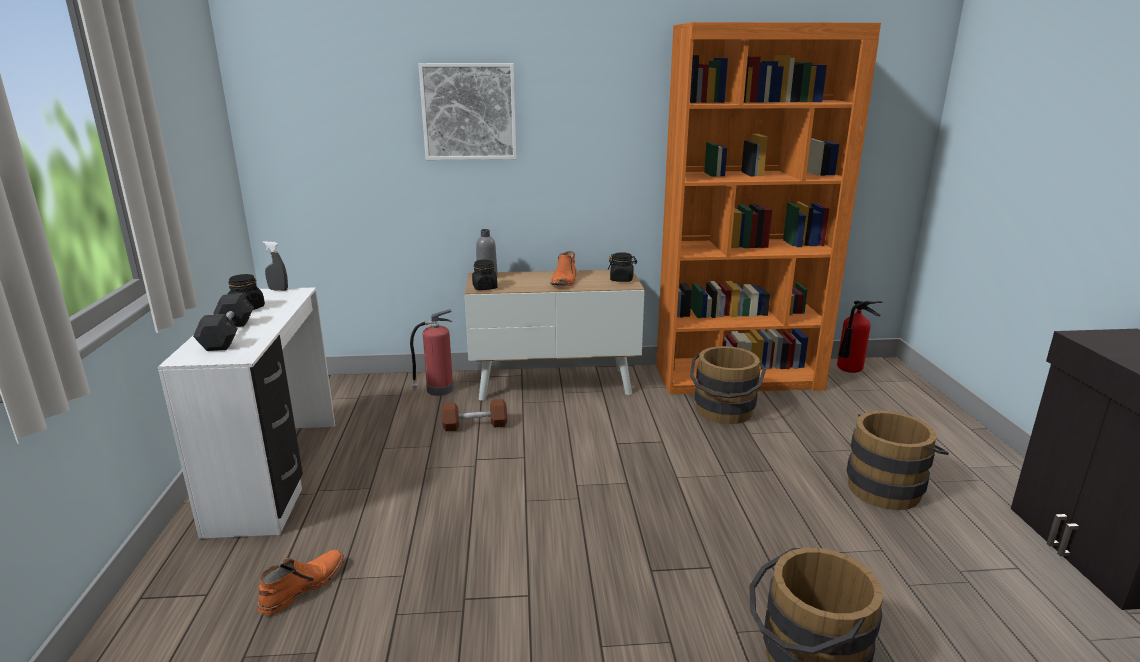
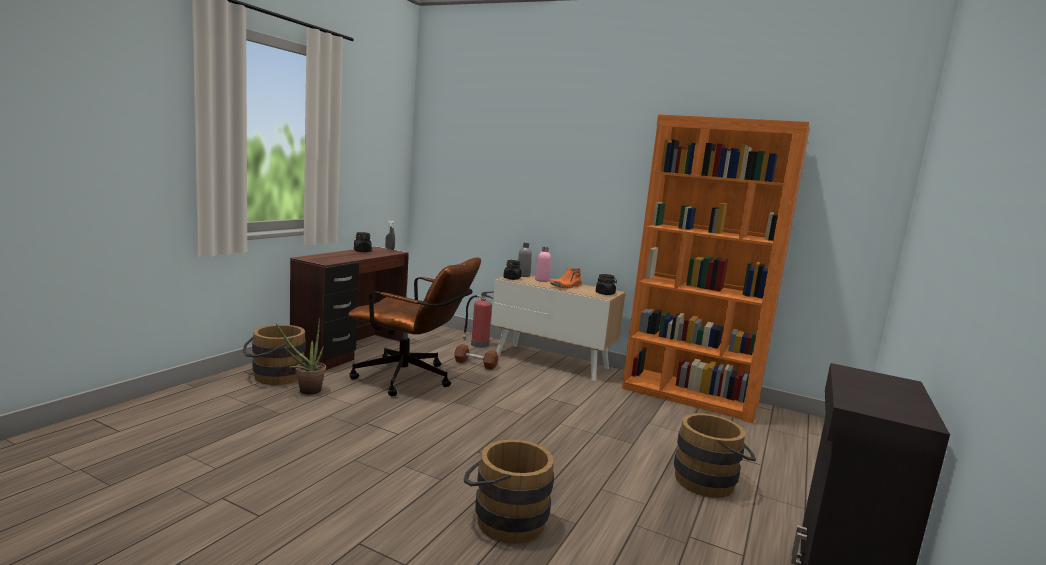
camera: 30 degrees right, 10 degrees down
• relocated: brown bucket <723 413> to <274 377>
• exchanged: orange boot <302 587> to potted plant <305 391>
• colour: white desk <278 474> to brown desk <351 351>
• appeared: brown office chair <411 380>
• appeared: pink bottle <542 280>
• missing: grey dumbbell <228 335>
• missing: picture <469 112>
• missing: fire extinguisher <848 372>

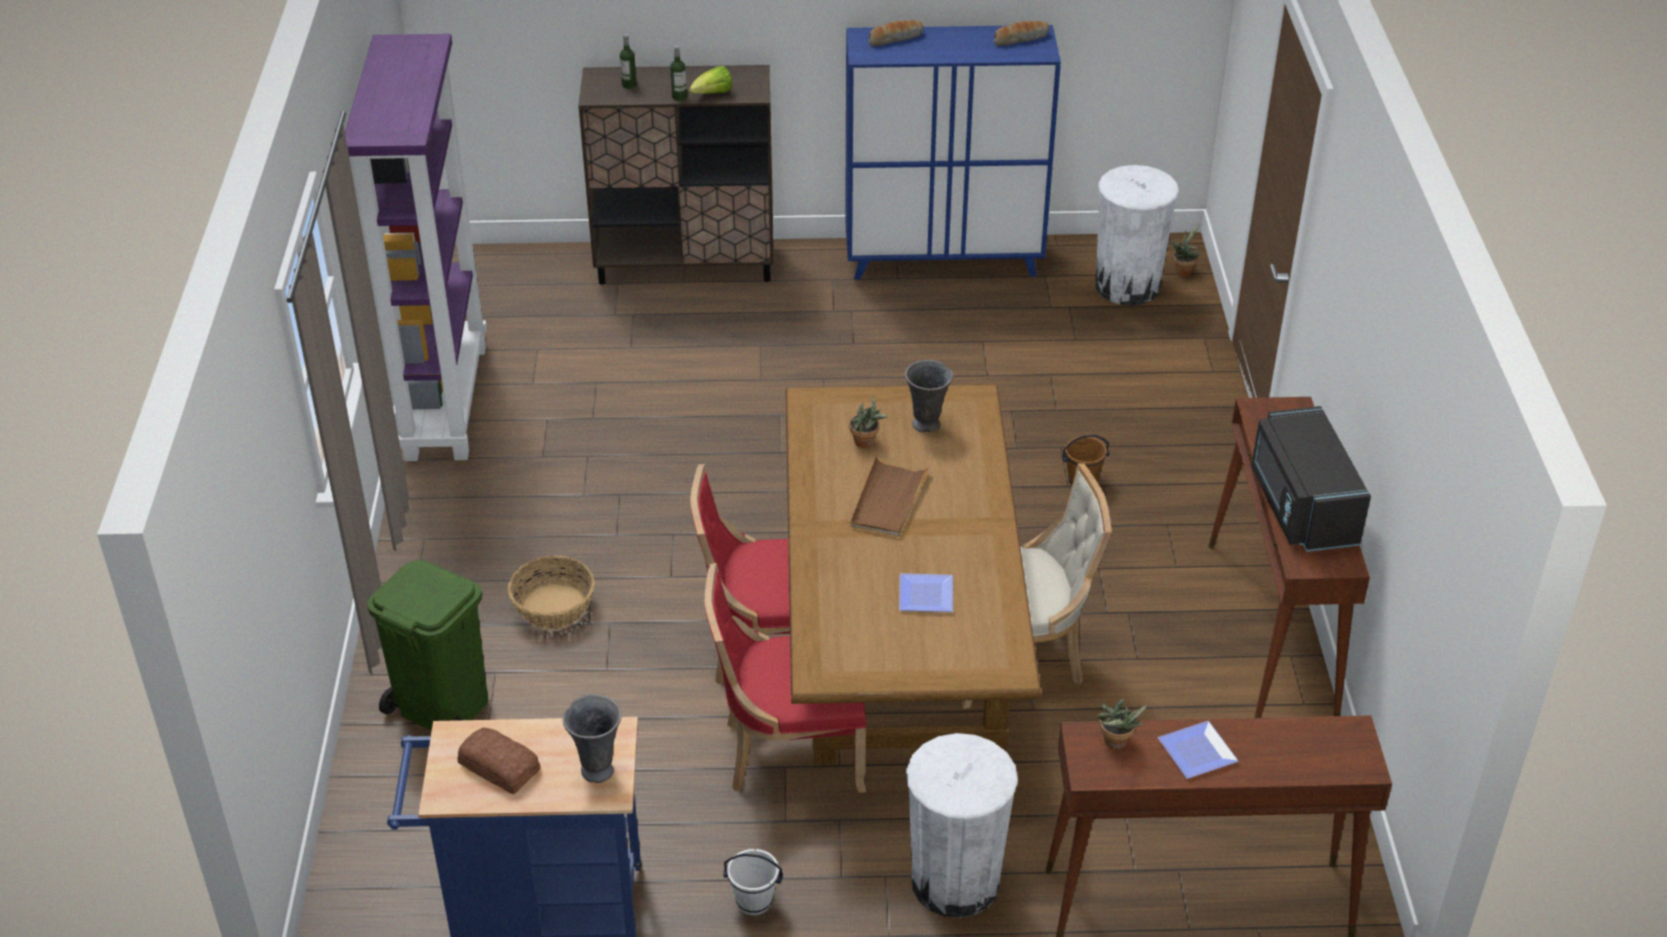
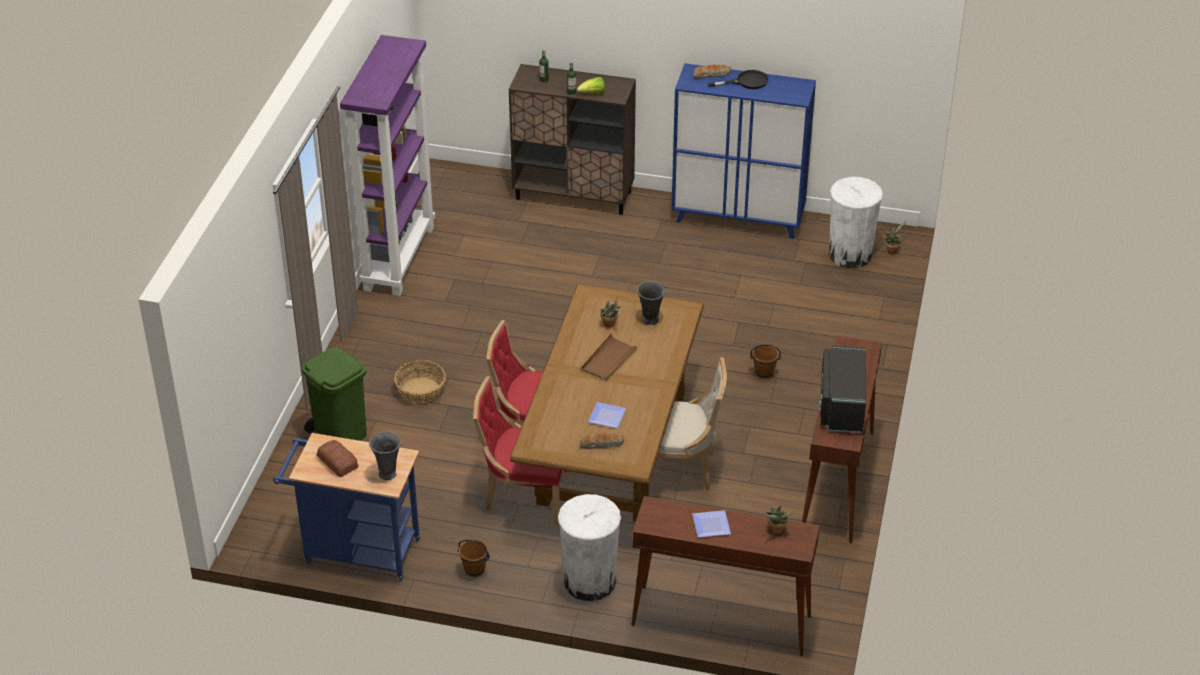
camera: 15 degrees right, 0 degrees up
• colour: white bucket <754 902> to brown bucket <474 570>
• relocated: bread <1020 39> to <601 444>
• appeared: black frying pan <746 82>
• relocated: potted plant <1116 744> to <776 531>

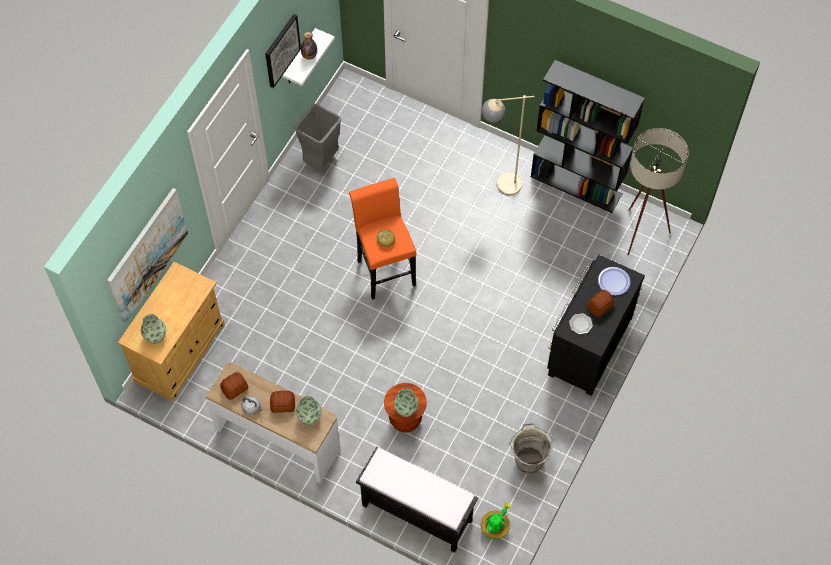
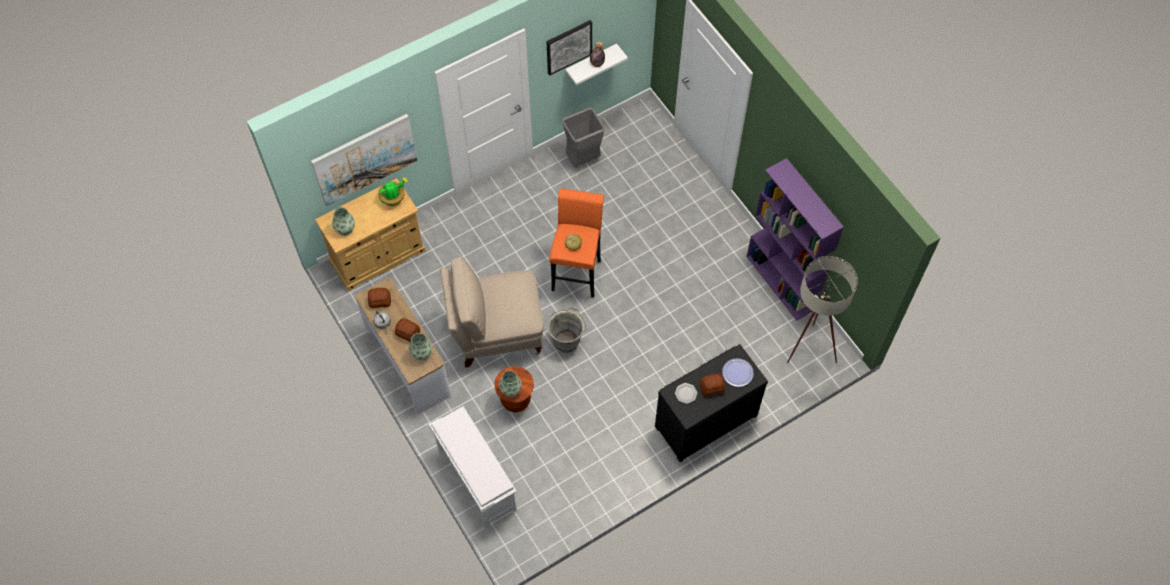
camera: 30 degrees right, 0 degrees up
• relocated: potted plant <495 528> to <394 199>
• colour: black bench <415 513> to white bench <476 479>
• appeared: beige chair <496 332>
• relocated: grey bucket <529 459> to <567 340>
• colour: black bookcase <577 185> to purple bookcase <781 282>
• missing: beige floor lamp <500 185>

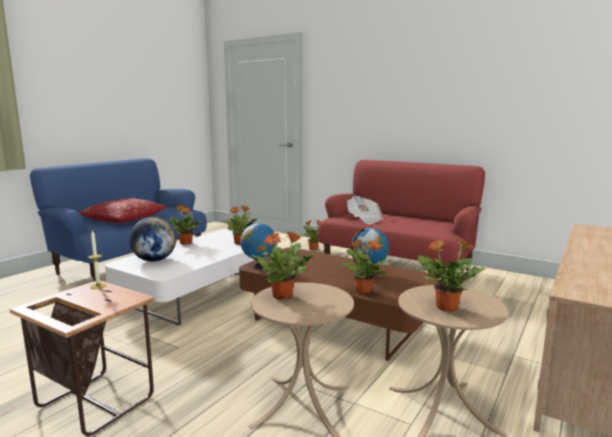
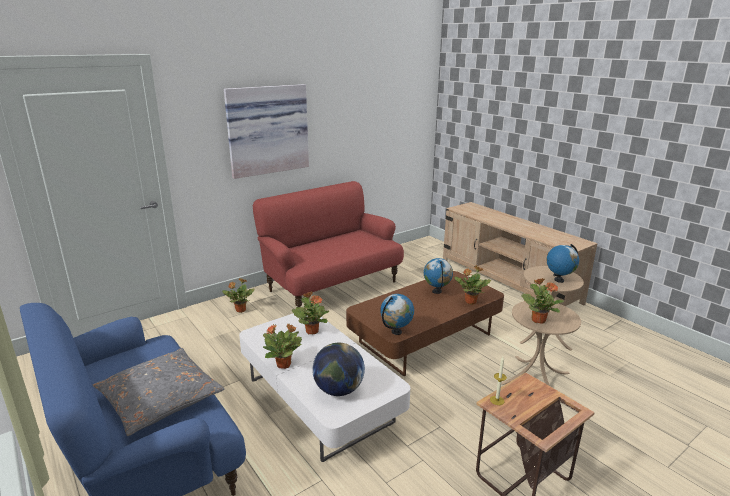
camera: 70 degrees left, 10 degrees up
• colour: red pillow <124 219> to grey pillow <160 399>
• appeared: picture <267 130>
• exchanged: potted plant <445 307> to globe <559 280>
• missing: newspaper <364 220>

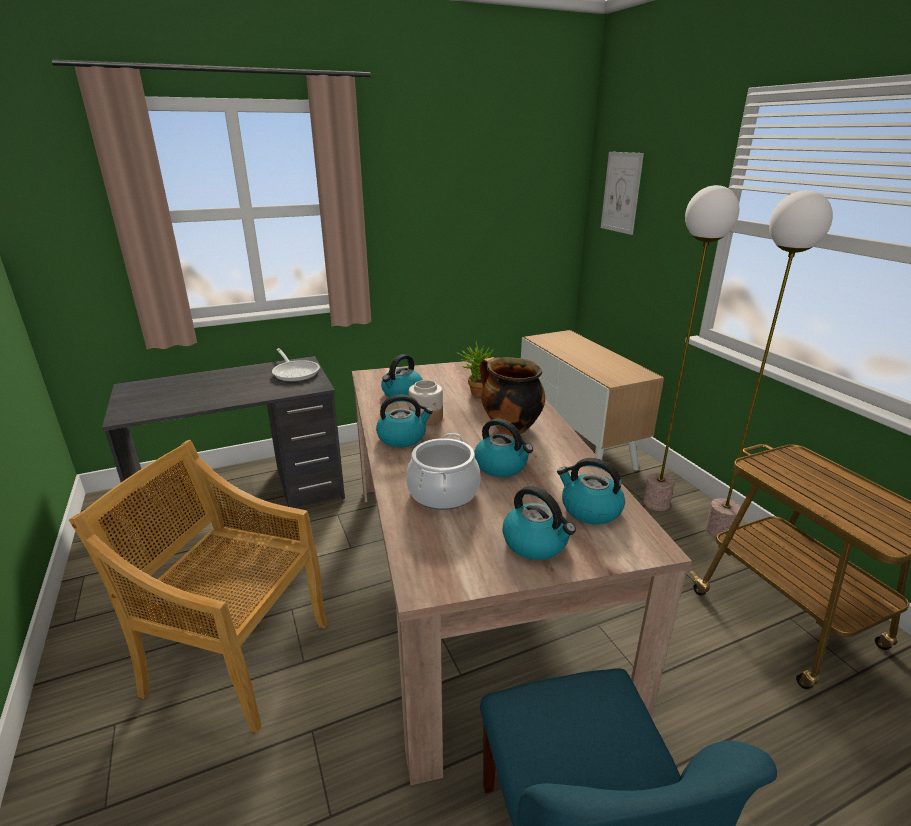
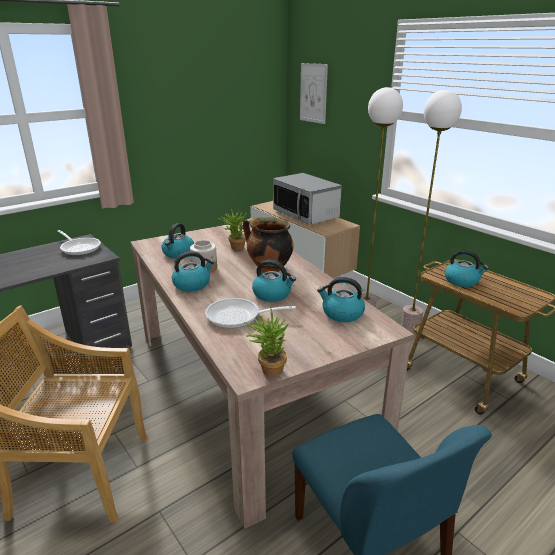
camera: 15 degrees left, 0 degrees up
• exchanged: cooking pot <443 492> to frying pan <238 317>
• appeared: potted plant <268 369>
• appeared: microwave <306 215>
• relocated: kettle <536 543> to <462 281>

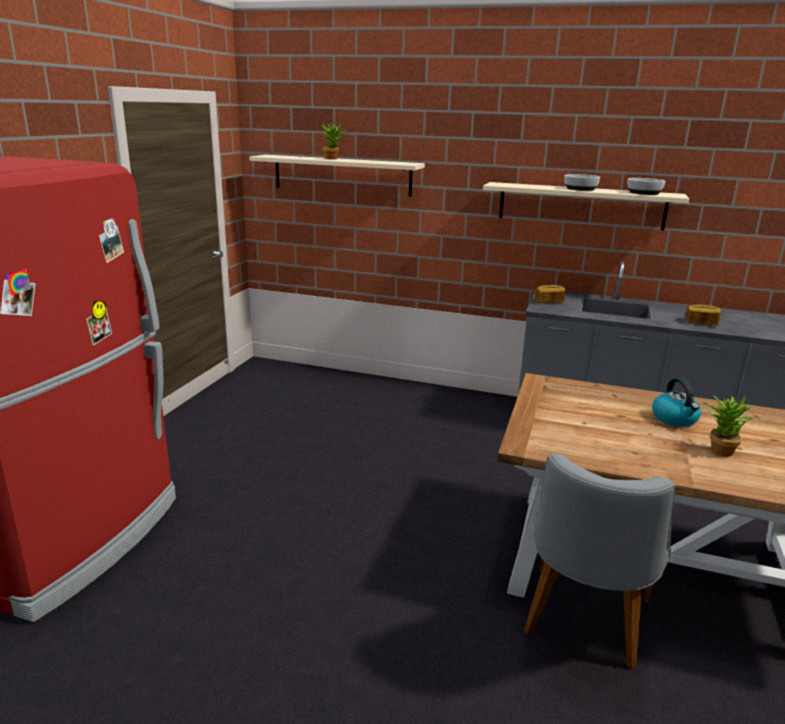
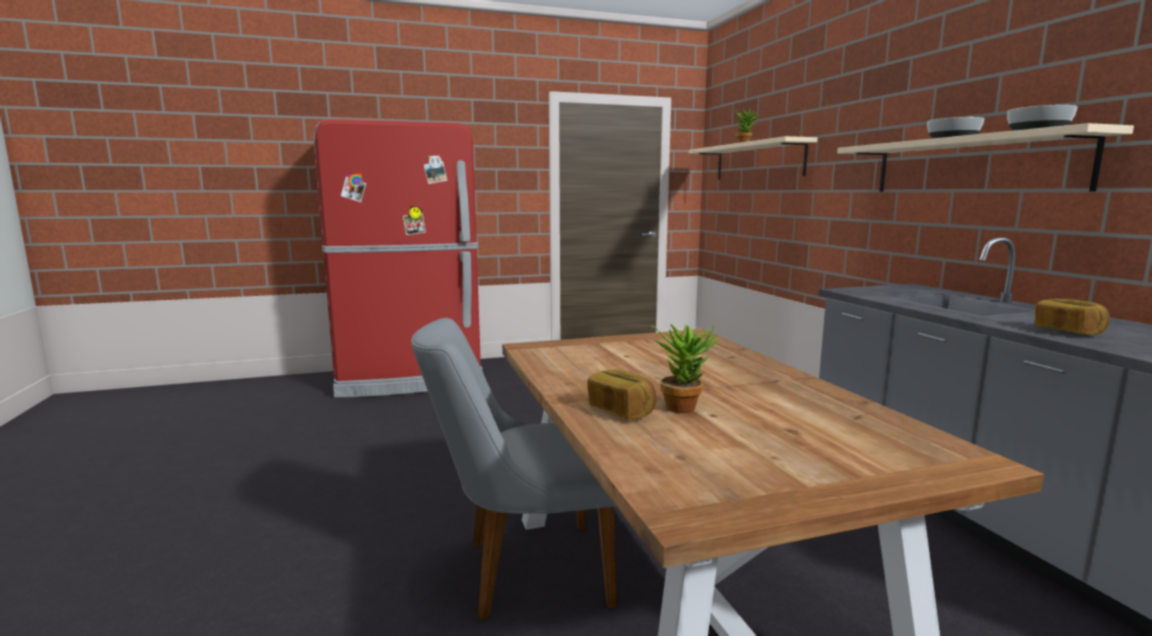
camera: 55 degrees right, 10 degrees down
• relocated: bread <549 301> to <622 411>
• missing: kettle <675 419>

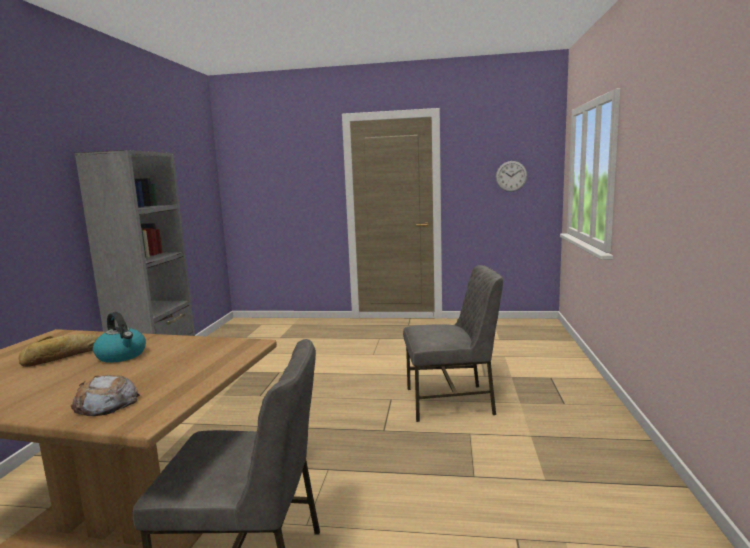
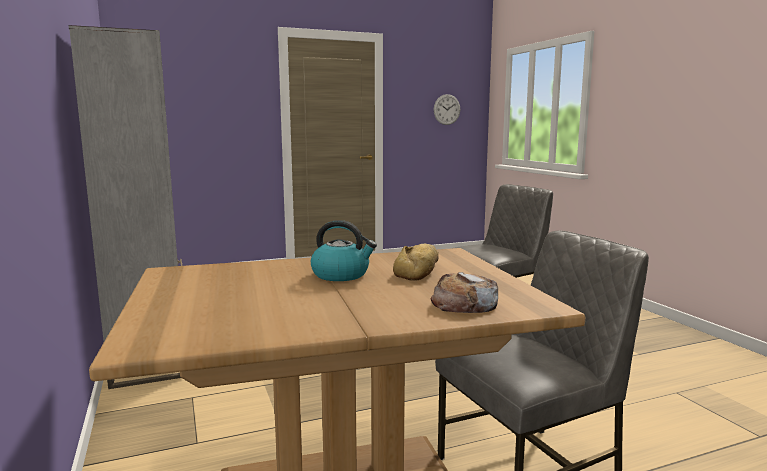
camera: 30 degrees left, 0 degrees up
• relocated: bread <63 356> to <419 270>

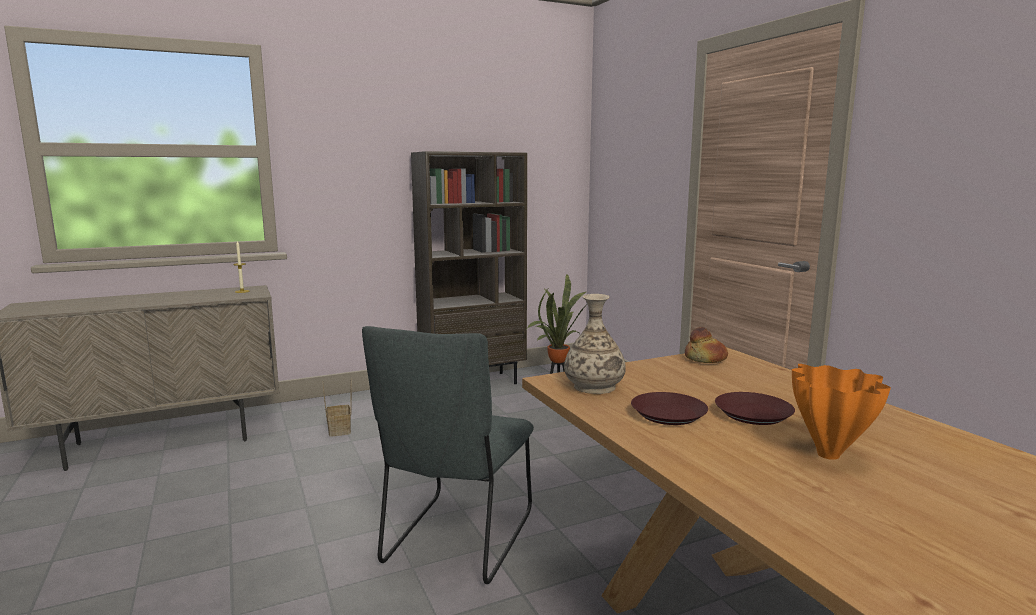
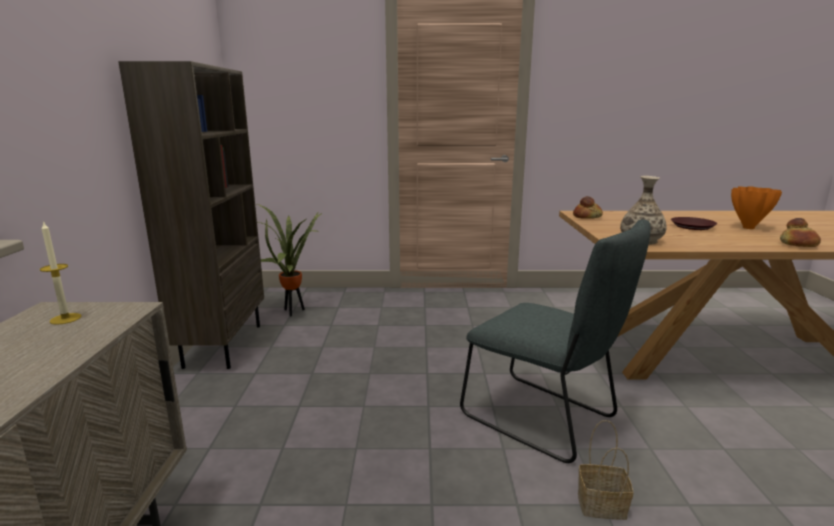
camera: 65 degrees left, 5 degrees up
• relocated: basket <340 430> to <603 504>
• appeared: bread <798 244>
• missing: brown plate <668 414>

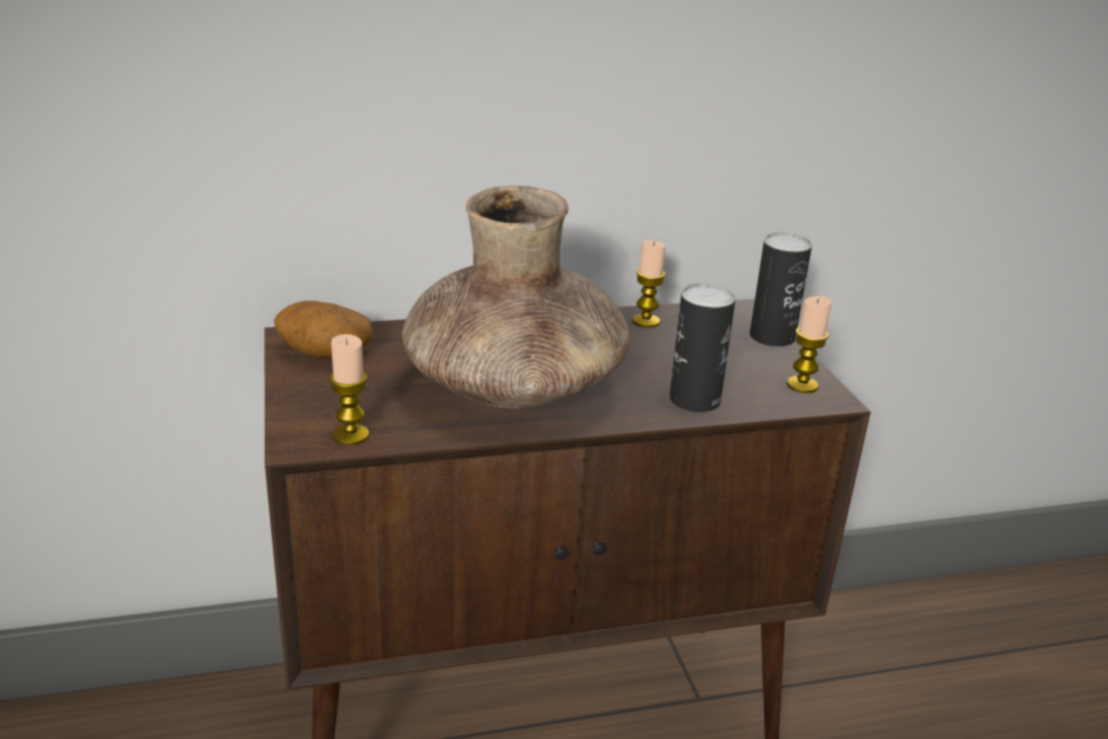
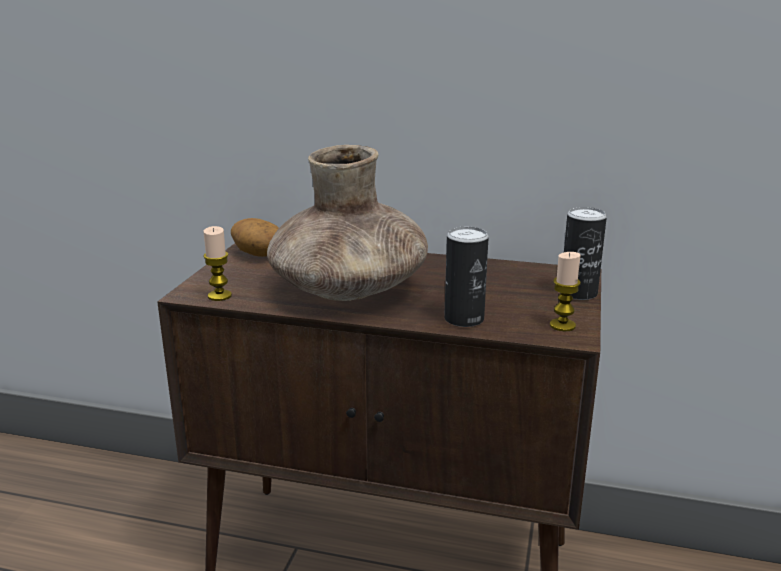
camera: 30 degrees right, 5 degrees down
• missing: candle <645 321>

